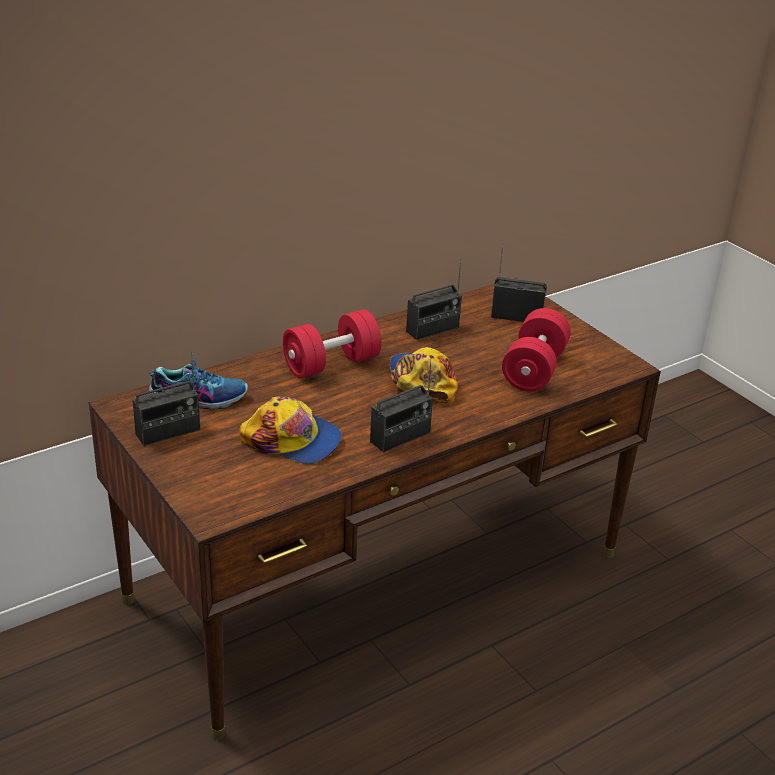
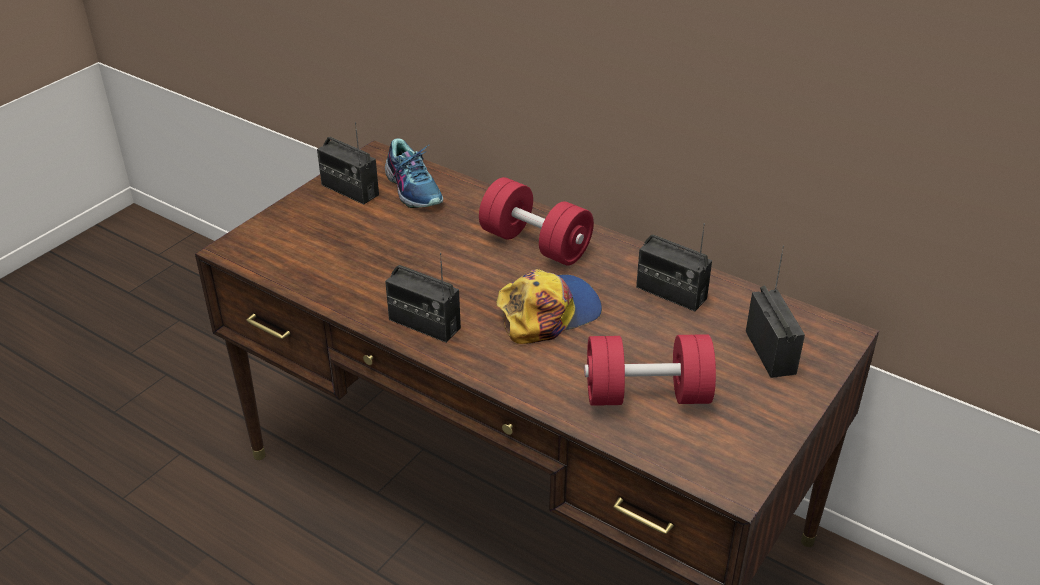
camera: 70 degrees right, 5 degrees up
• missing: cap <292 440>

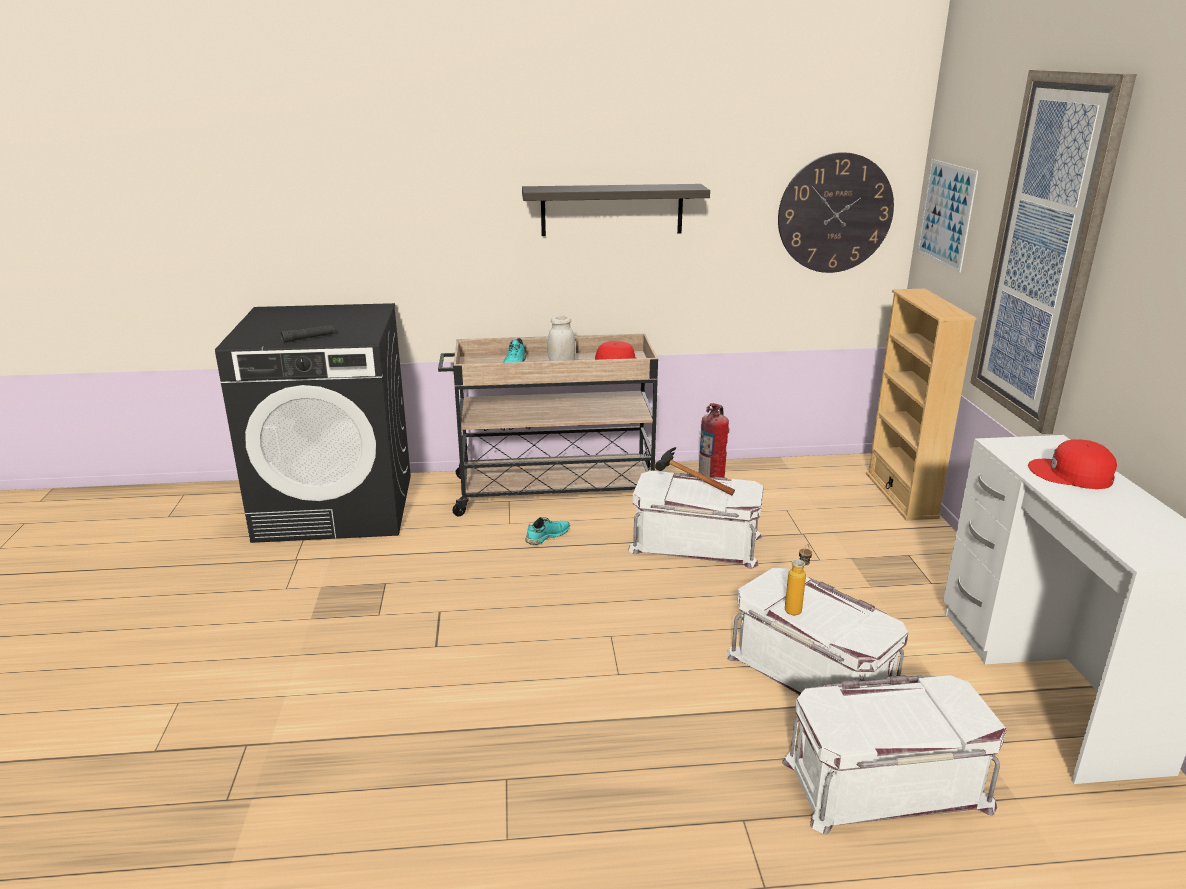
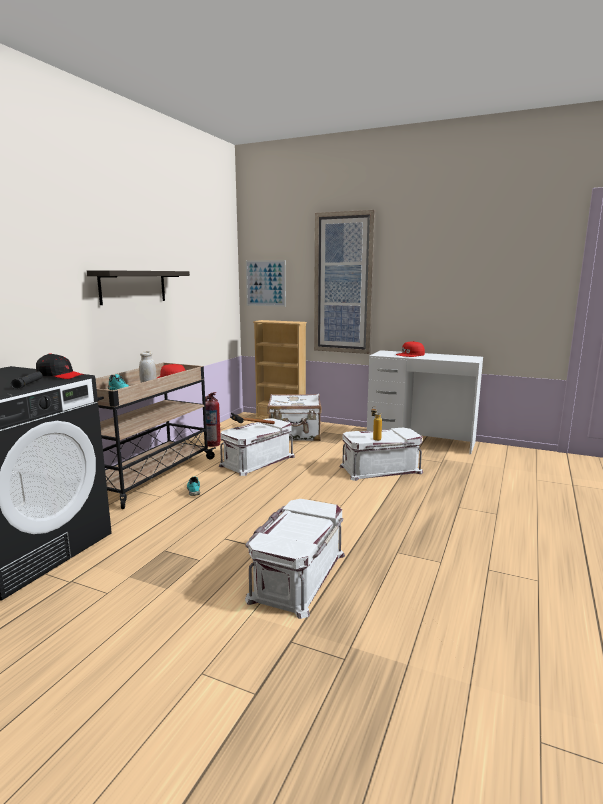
camera: 60 degrees left, 10 degrees down
• appeared: black cap <60 375>
• relocated: white storage box <885 781> to <297 575>
• appeared: white suitcase <295 435>
• missing: wall clock <835 213>

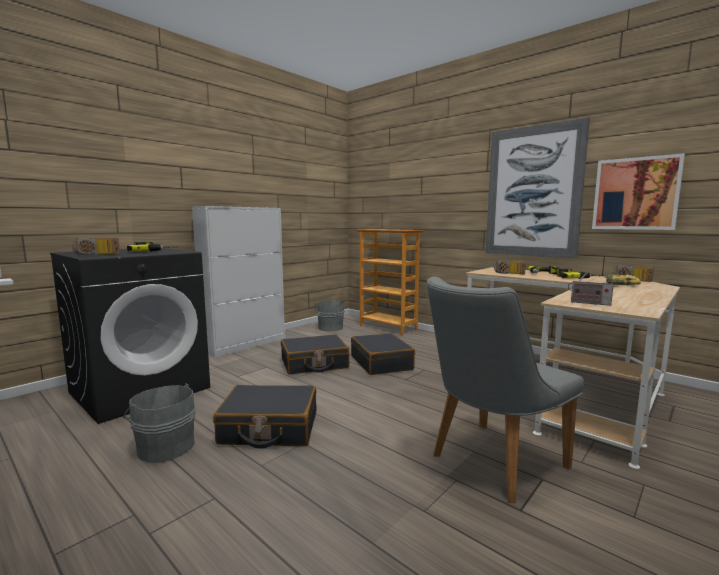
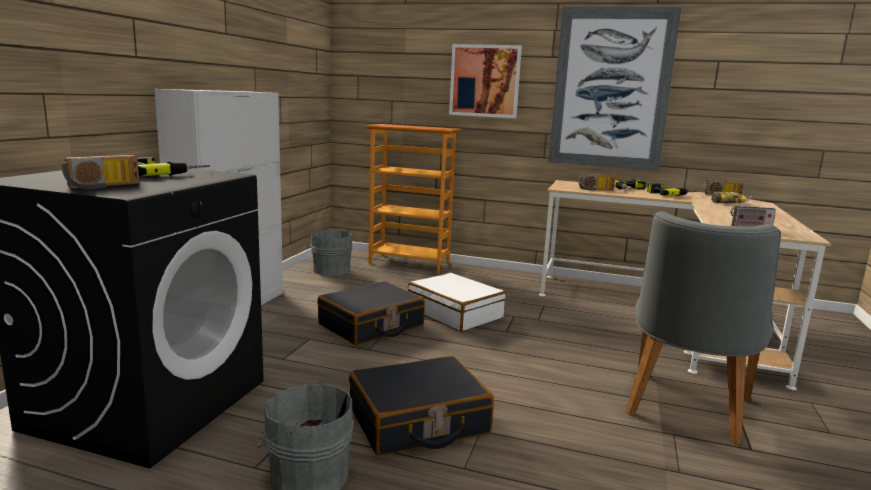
camera: 25 degrees left, 5 degrees up
• colour: black suitcase <381 363> to white suitcase <455 313>
• relocated: picture <635 194> to <485 81>

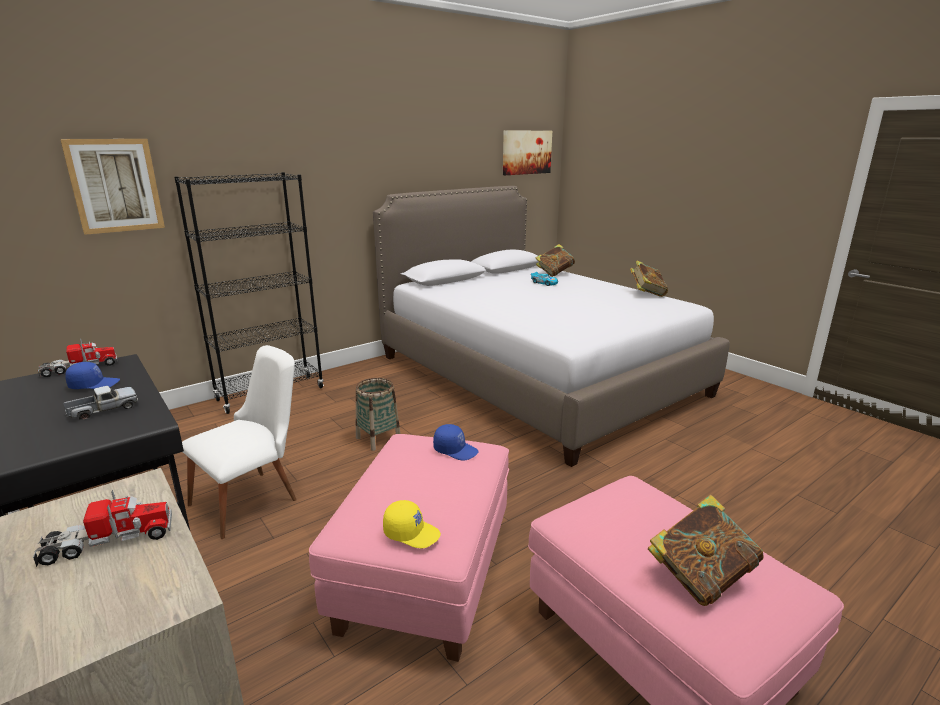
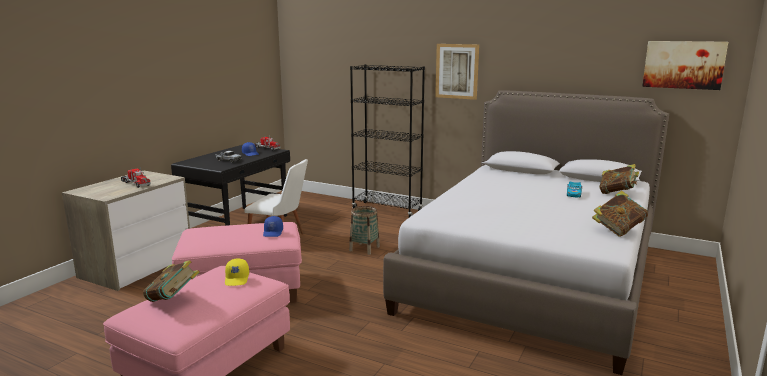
camera: 65 degrees right, 5 degrees down
• relocated: yellow cap <412 533> to <237 279>
• relocated: picture <115 186> to <457 71>

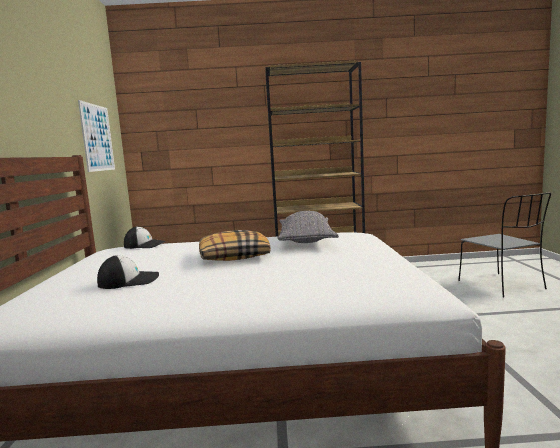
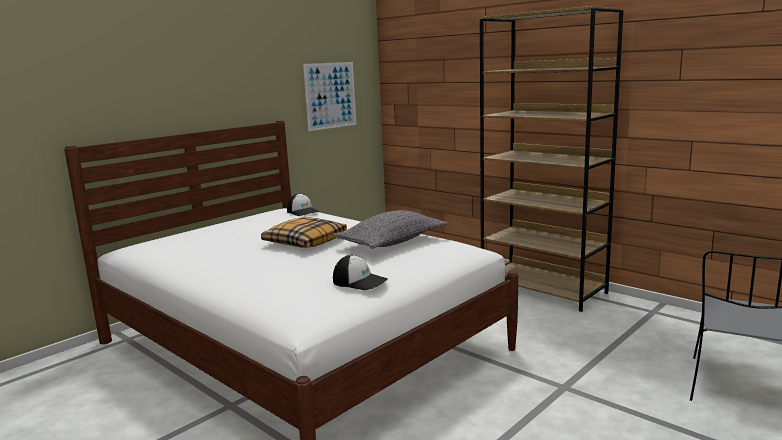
camera: 45 degrees right, 5 degrees up
• relocated: cap <129 281> to <360 281>

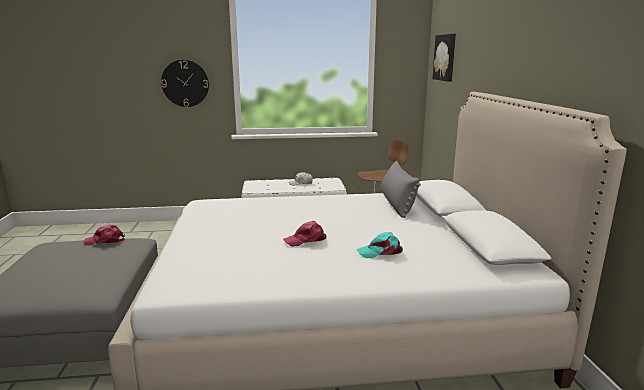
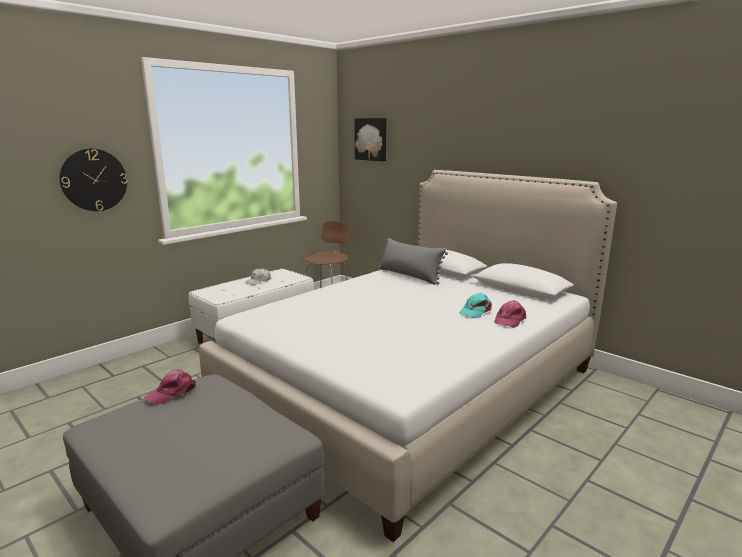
camera: 40 degrees left, 0 degrees up
• relocated: pink cap <306 240> to <509 320>

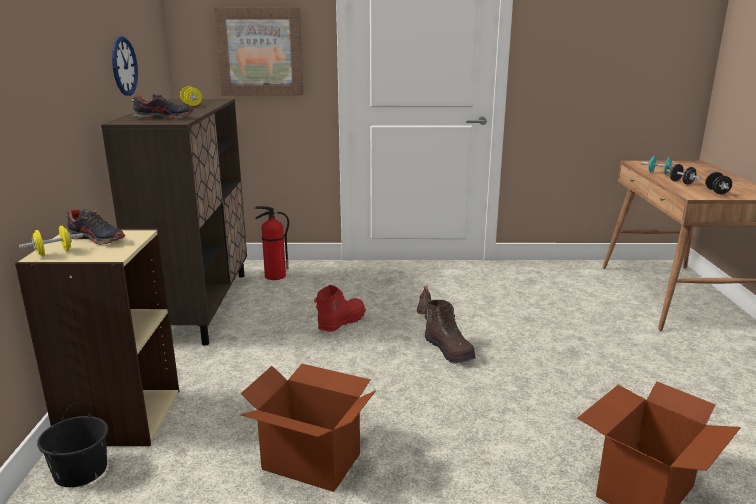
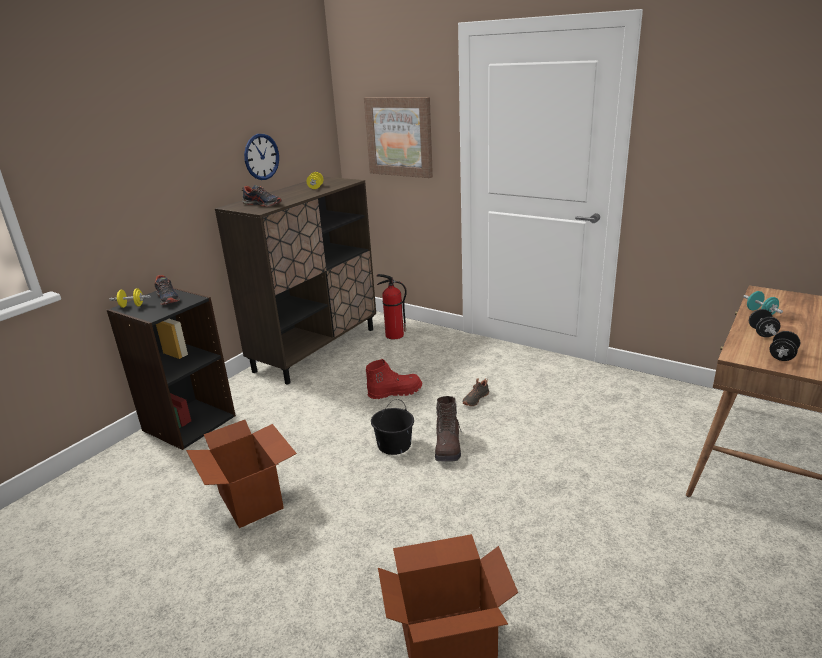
camera: 35 degrees right, 5 degrees up
• colour: beige bookcase <120 417> to black bookcase <188 422>
• relocated: black bucket <81 471> to <394 445>

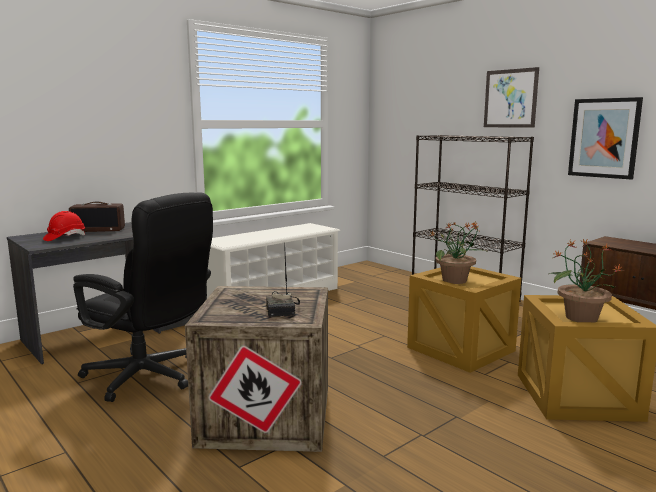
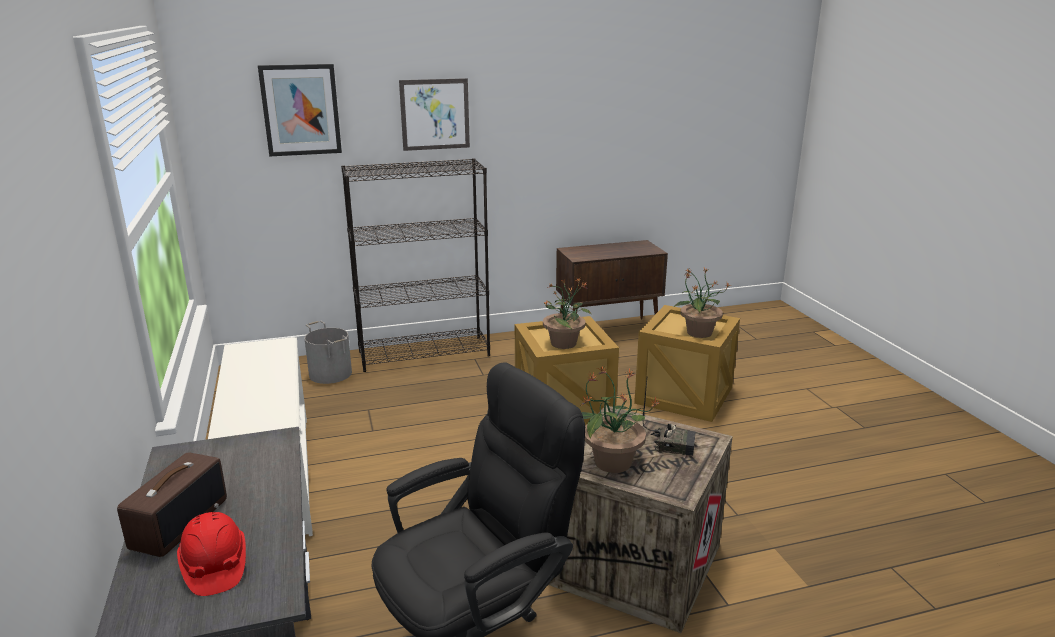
camera: 65 degrees left, 10 degrees up
• relocated: picture <604 138> to <301 110>
• appeared: grey bucket <330 374>
• appeared: potted plant <611 462>

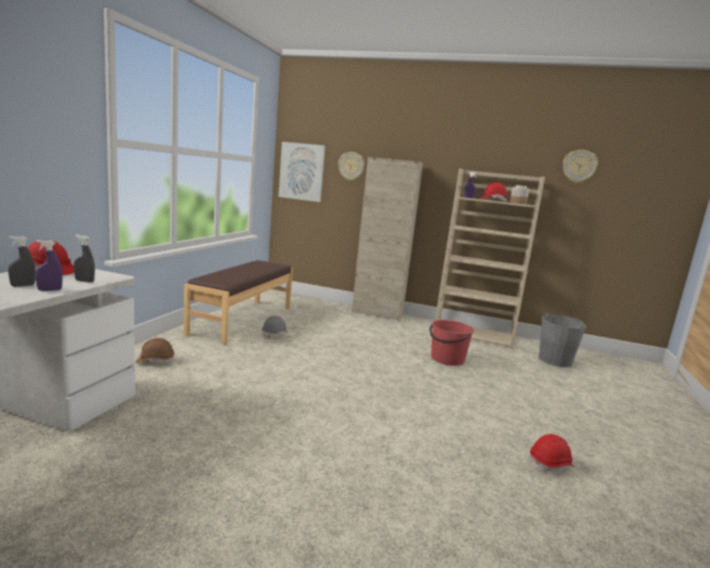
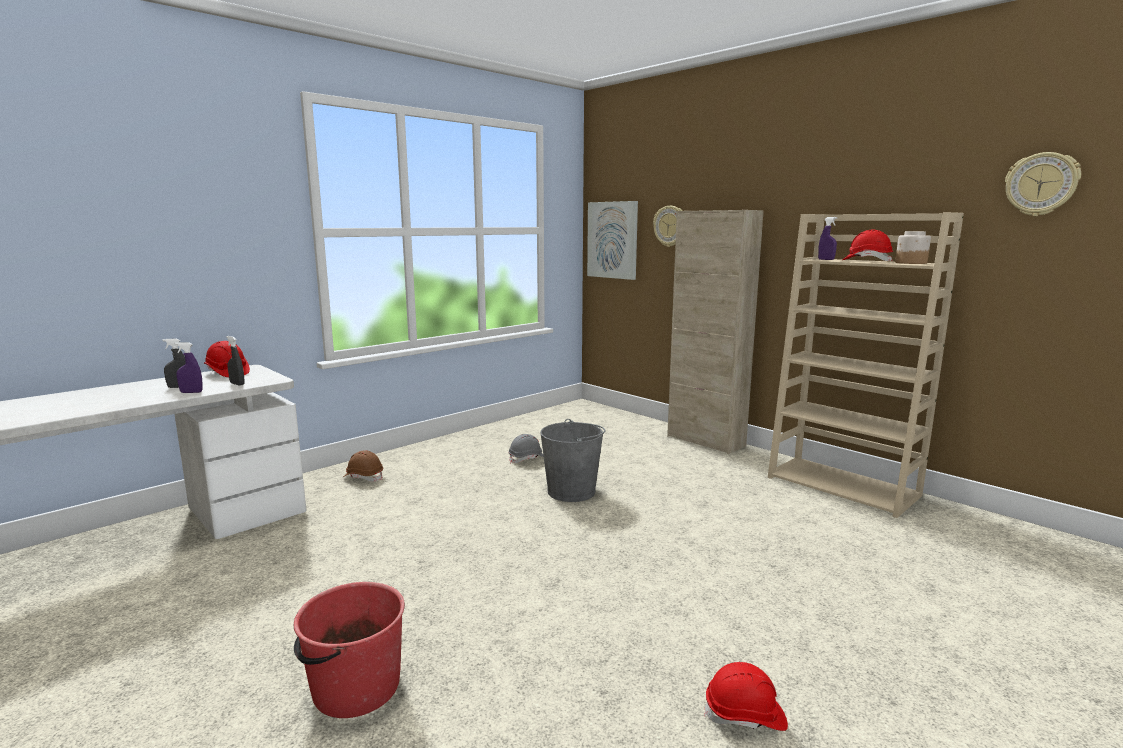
camera: 30 degrees right, 0 degrees up
• relocated: red bucket <447 359> to <355 688>
• relocated: grey bucket <555 360> to <572 491>
• missing: brown bench <242 320>

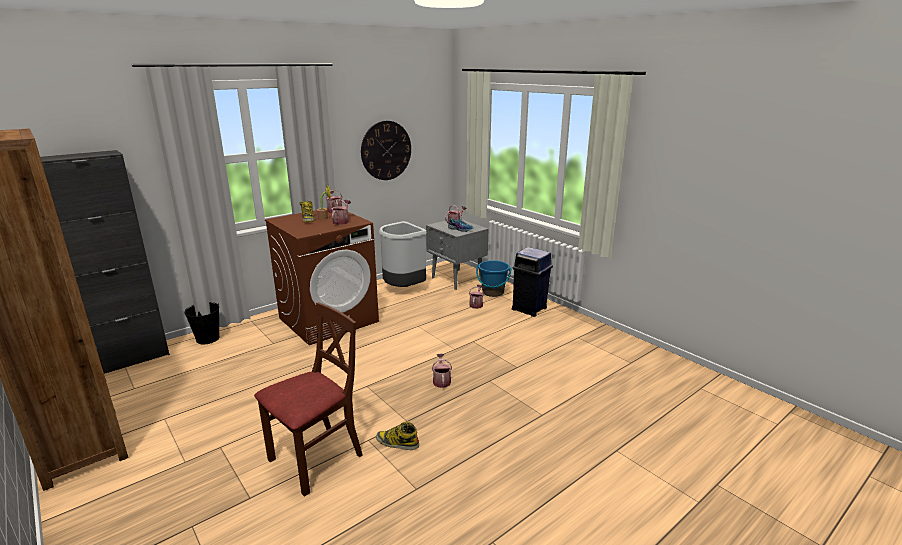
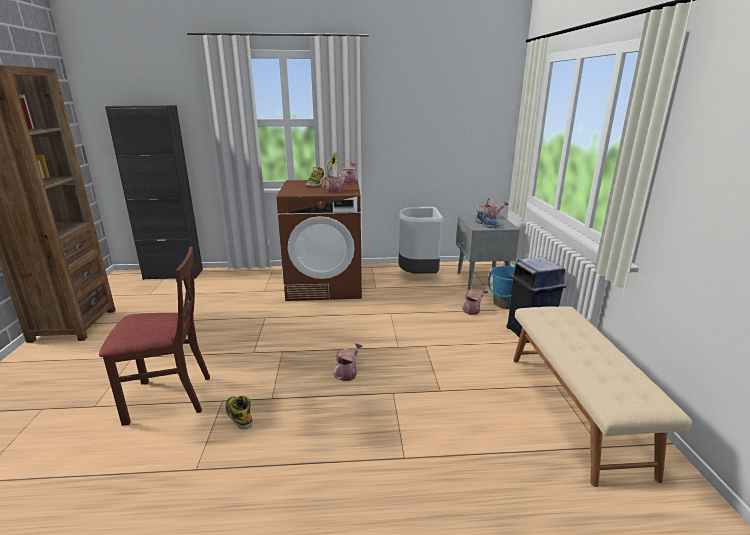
camera: 35 degrees right, 0 degrees up
• appeared: beige bench <575 410>
• missing: black bucket <208 339>
• missing: wall clock <386 150>

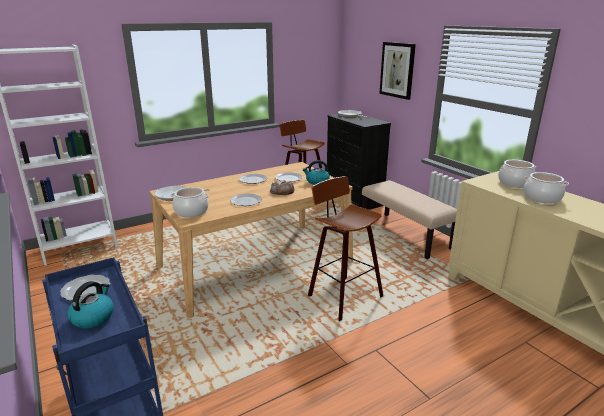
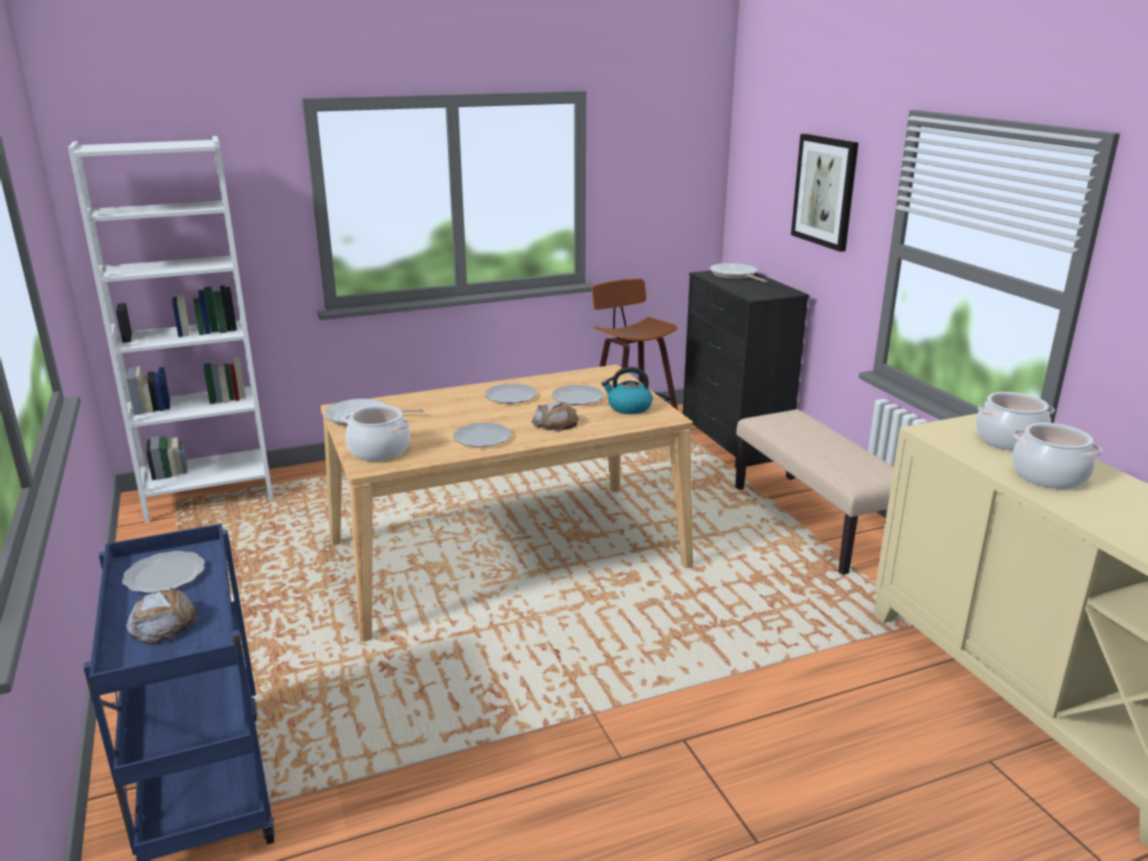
camera: 10 degrees right, 0 degrees up
• exchanged: kettle <93 317> to bread <162 623>
• missing: stool <342 296>

